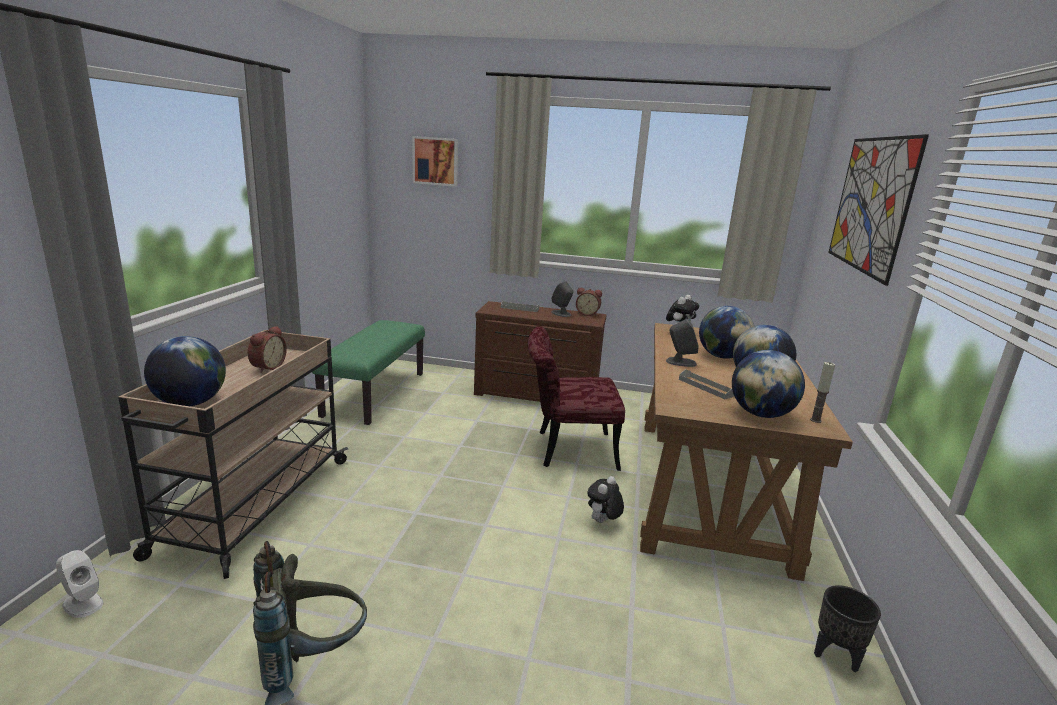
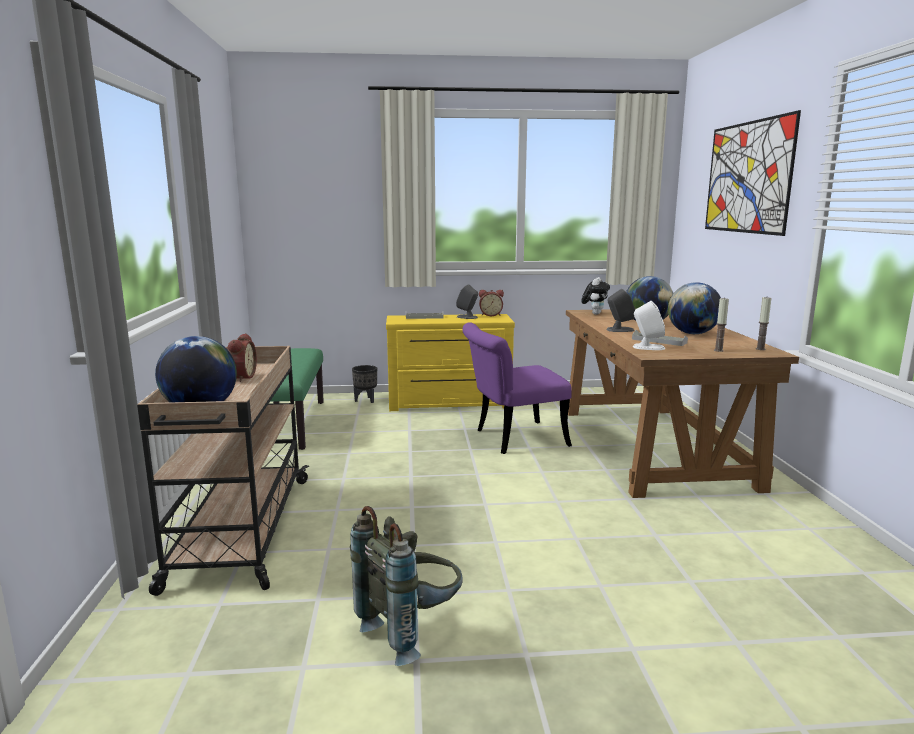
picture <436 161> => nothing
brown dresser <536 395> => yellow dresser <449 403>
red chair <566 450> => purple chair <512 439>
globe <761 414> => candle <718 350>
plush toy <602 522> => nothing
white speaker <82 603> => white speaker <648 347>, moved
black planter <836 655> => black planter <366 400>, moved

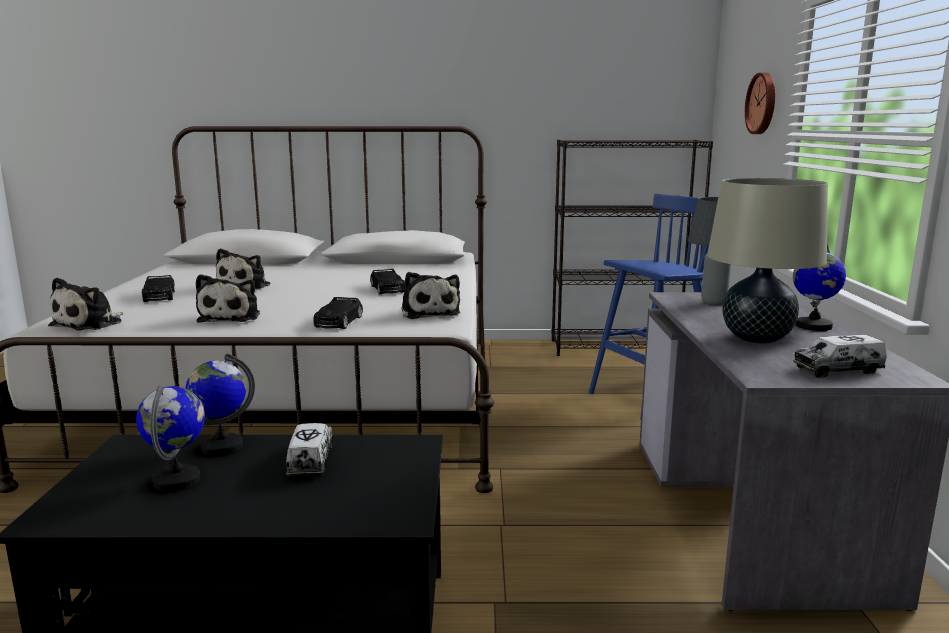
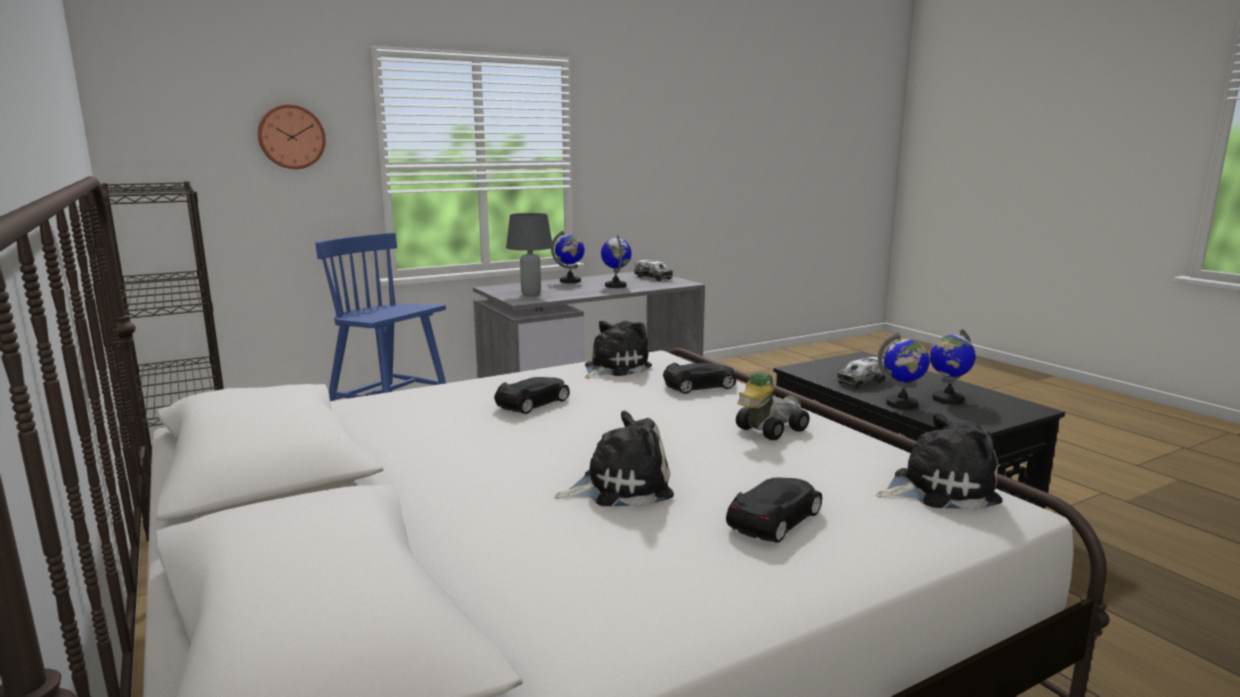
beige table lamp <756 338> => globe <616 286>
plush toy <231 317> => toy car <767 430>

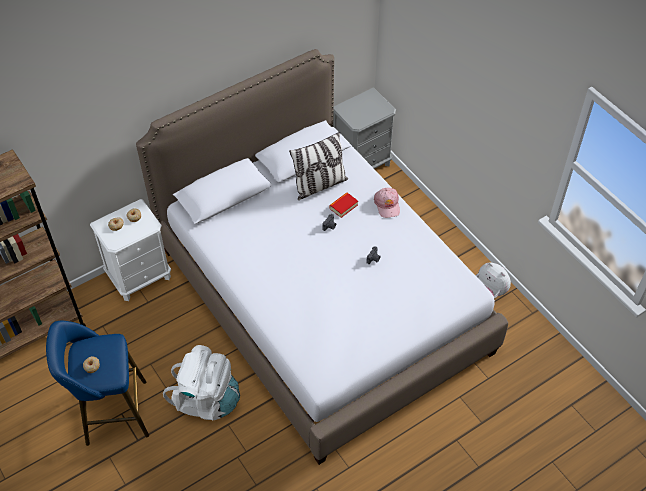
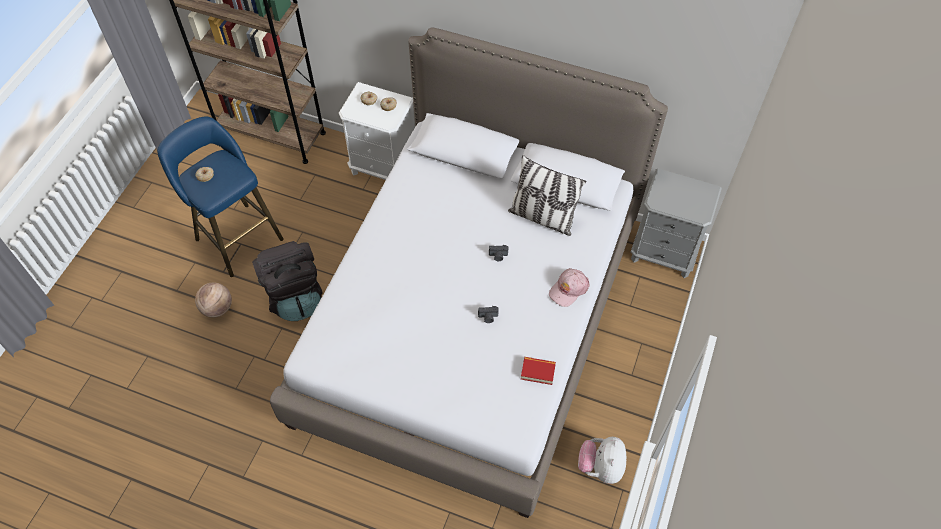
book <343 206> => book <538 372>, moved
white backpack <206 400> => black backpack <295 296>
nothing => basketball <217 308>

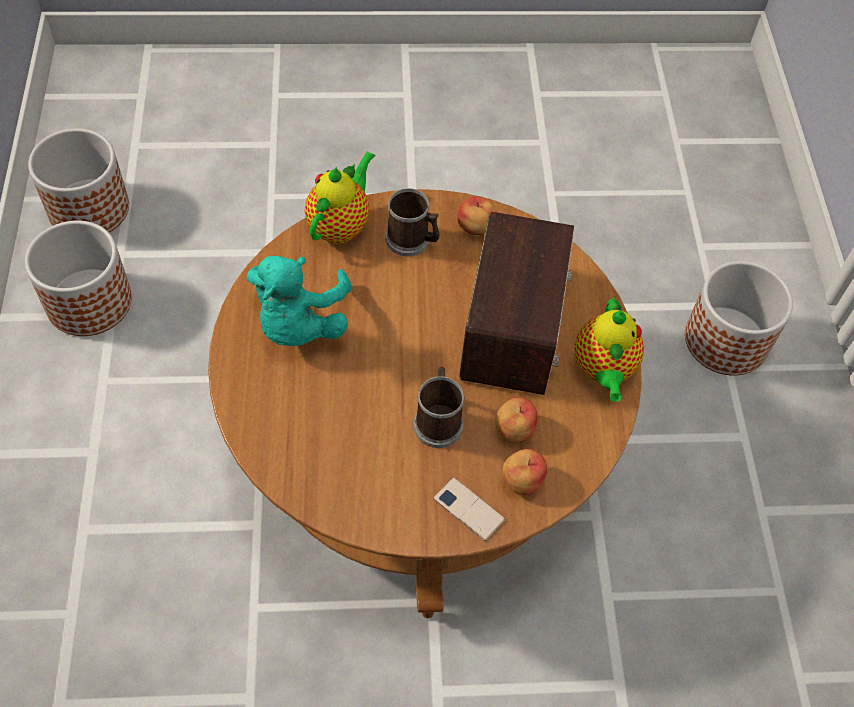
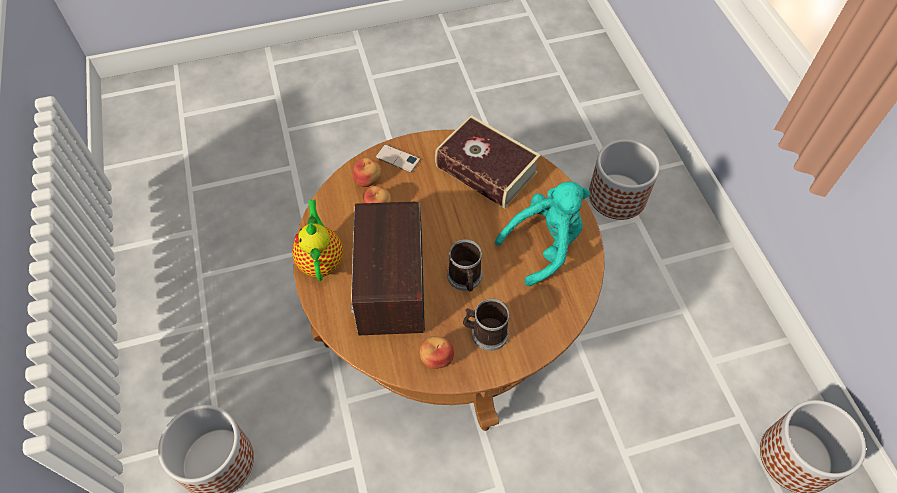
teapot <340 225> => nothing
planter <89 303> => planter <617 196>, moved
turquoise plush toy <298 323> => turquoise plush toy <544 246>, 60 degrees clockwise
mug <438 420> => mug <465 279>, moved
nothing => book <486 169>

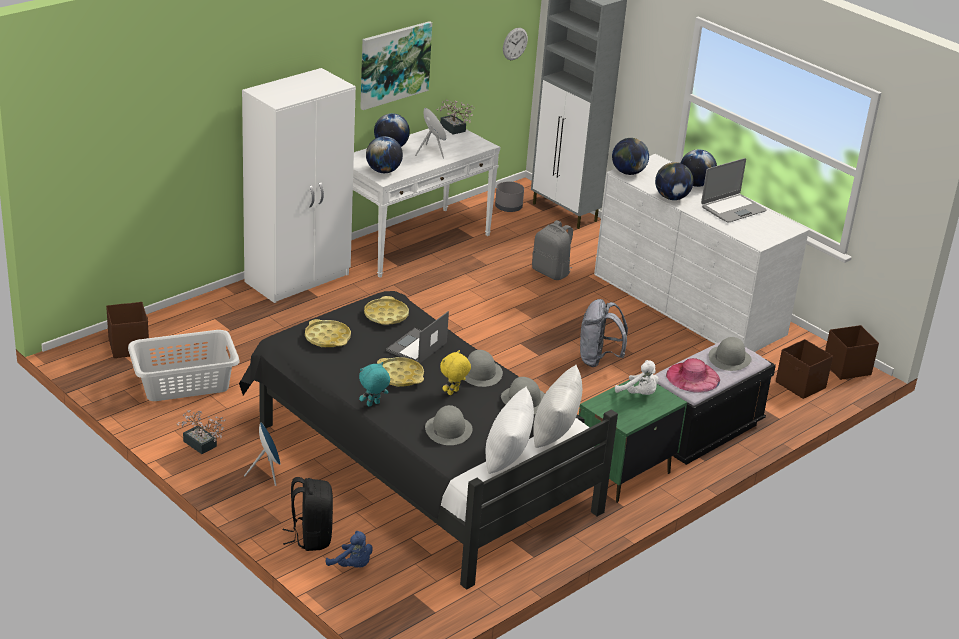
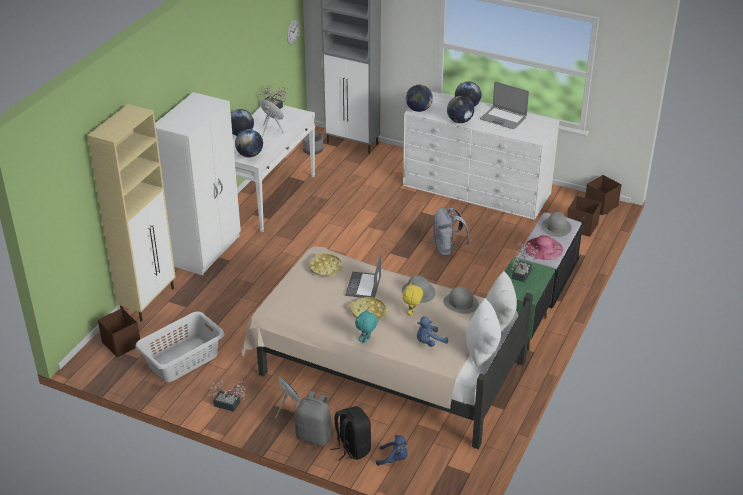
picture <394 64> => nothing
laptop <732 209> => laptop <503 118>, 90 degrees clockwise
grey backpack <551 272> => grey backpack <315 436>, moved
black bed <418 461> => beige bed <384 365>
yellow tray <327 338> => nothing
white plush toy <639 394> => potted plant <522 273>
grey hat <448 429> => blue plush toy <429 342>
nothing => beige cabinet <148 301>

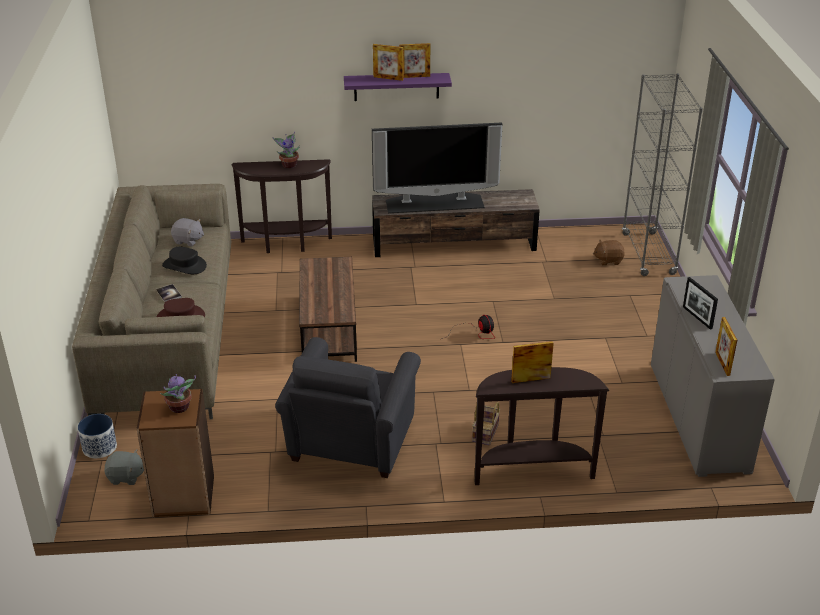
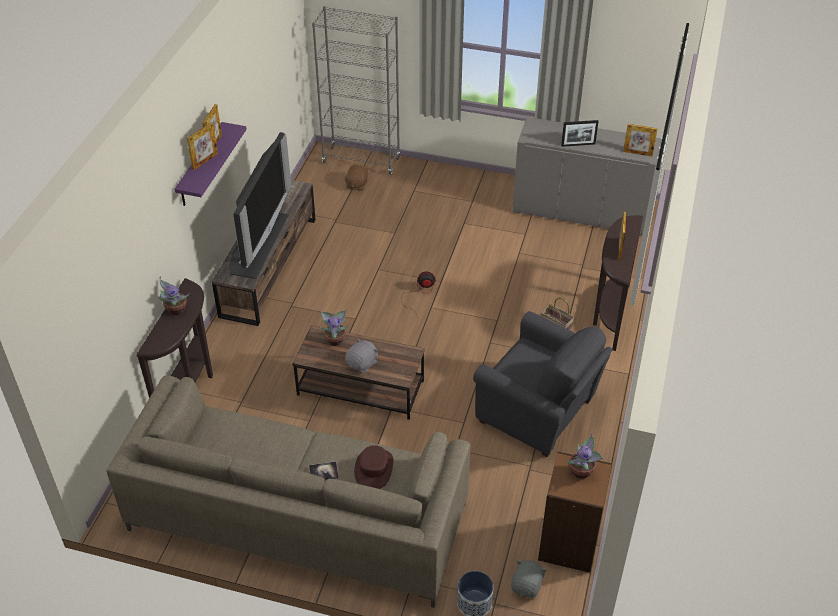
grey plush toy <188 240> => grey plush toy <362 364>, moved
black hat <184 265> => nothing
nothing => potted plant <335 339>

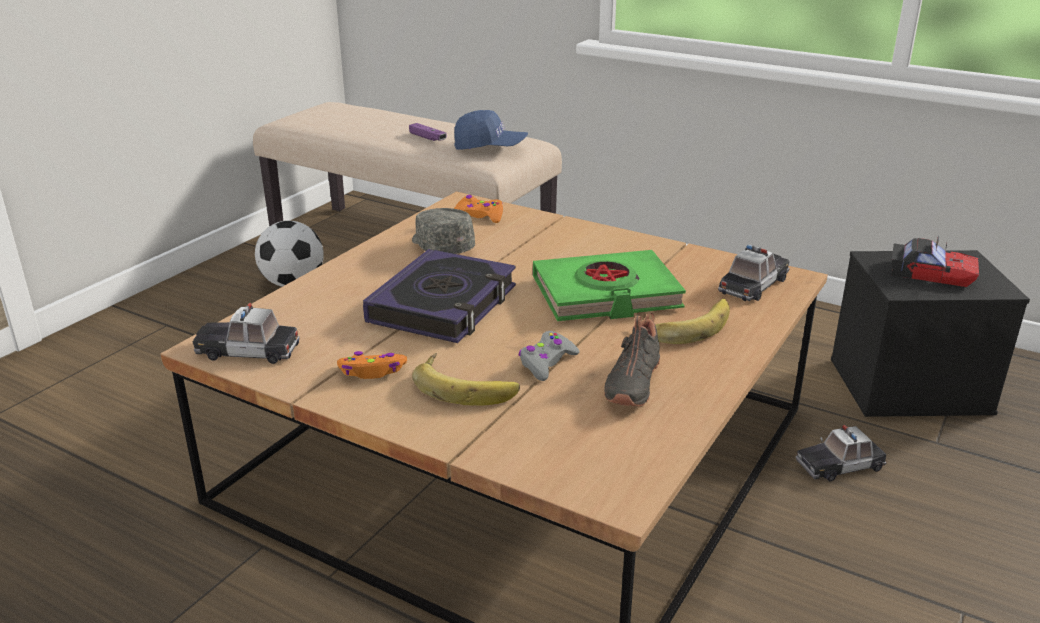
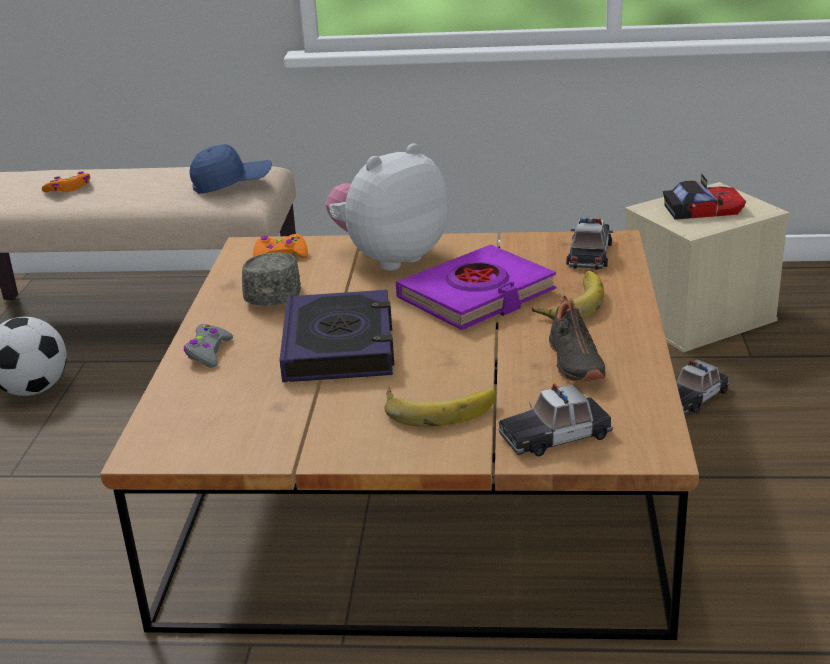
purple game controller <427 138> => nothing
grey cap <441 246> => grey cap <274 293>, 60 degrees clockwise
green book <606 295> => purple book <477 296>
black storage box <908 387> => beige storage box <697 318>
toy car <248 349> => toy car <555 435>, moved
grey game controller <547 363> => grey game controller <208 352>, moved
orange game controller <372 372> => orange game controller <69 189>, moved
nothing => plush toy <390 258>

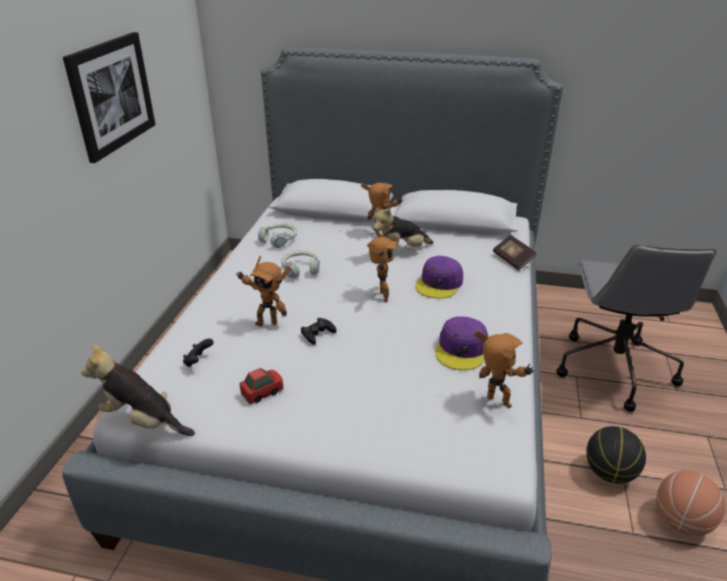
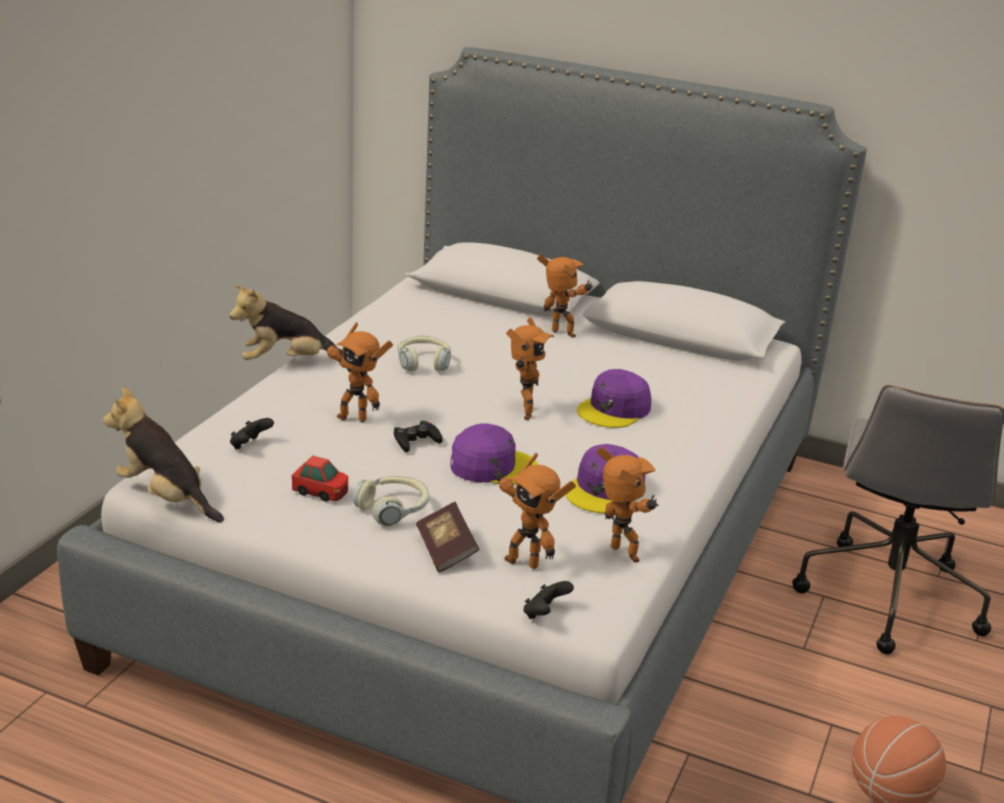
picture <111 95> => nothing
plush toy <400 252> => plush toy <286 362>, moved
headphones <279 240> => headphones <393 509>, moved
book <513 260> => book <446 550>, moved
toy car <263 392> => toy car <321 492>, 45 degrees clockwise
basketball <609 473> => nothing
nothing => purple cap <492 466>
nothing => toy robot <523 561>
nothing => black game controller <544 614>

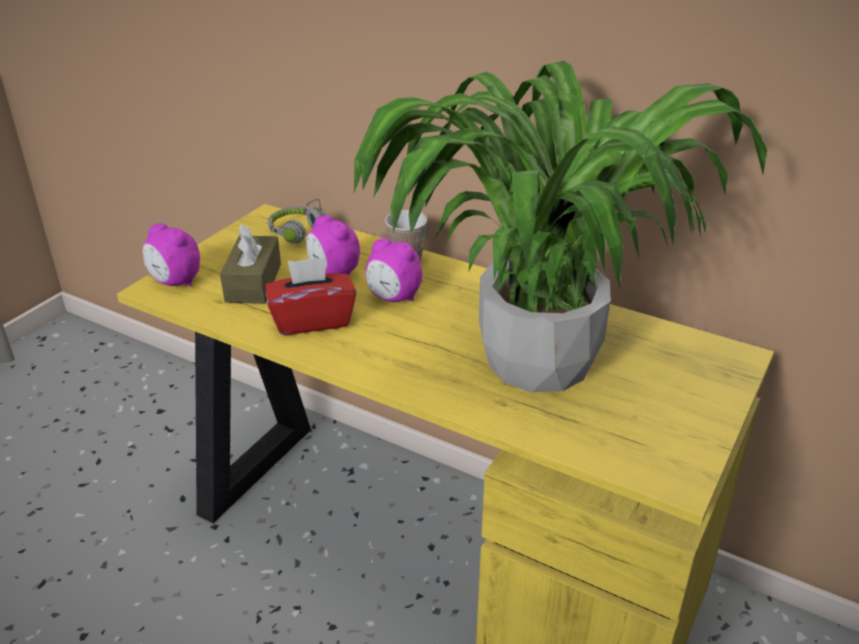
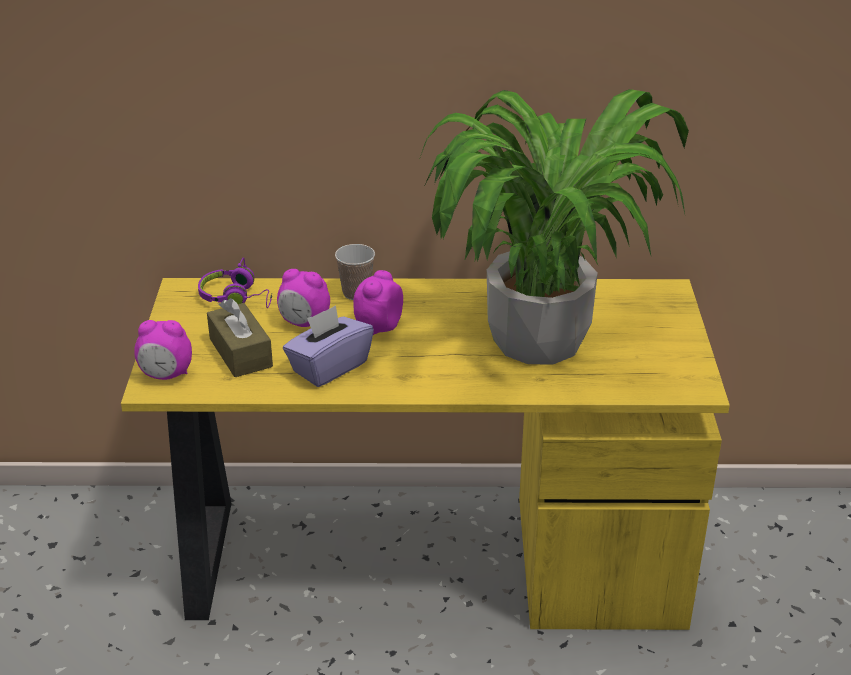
grey headphones <302 236> => purple headphones <237 298>
alarm clock <393 298> => alarm clock <378 327>, 120 degrees clockwise
red tissue box <312 320> => purple tissue box <329 367>

